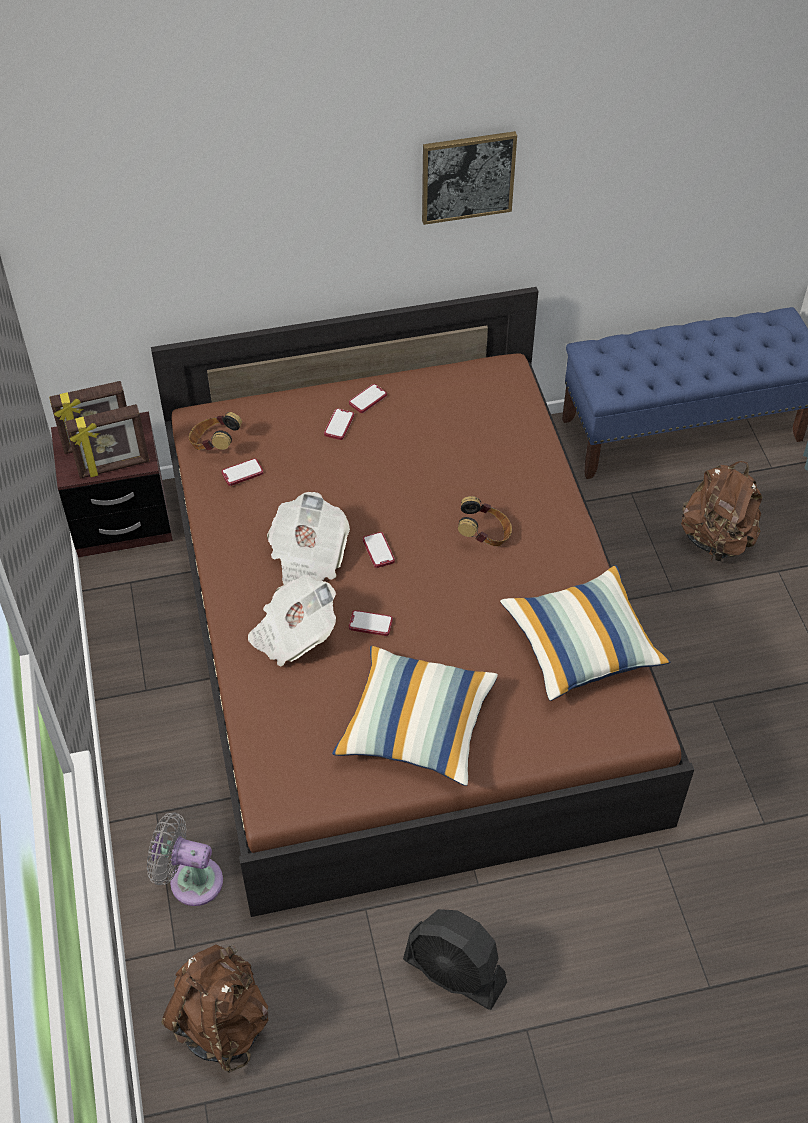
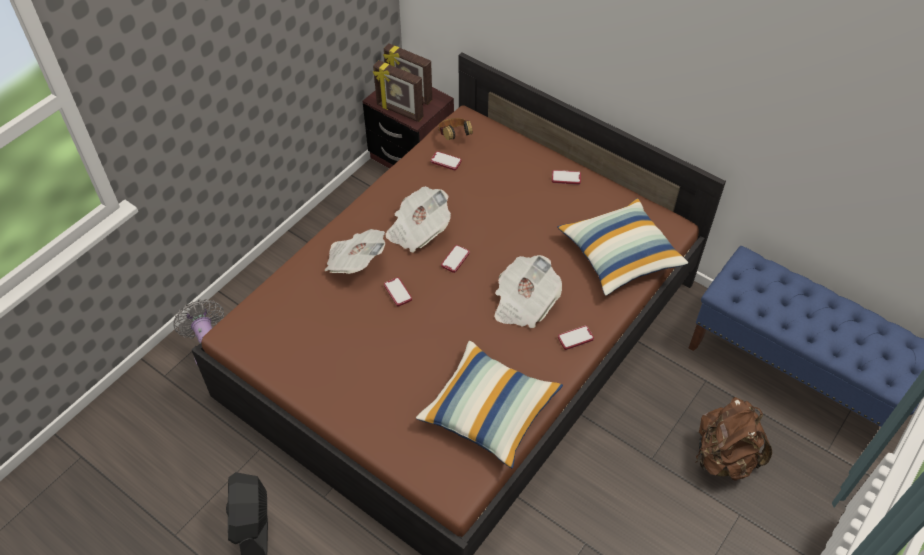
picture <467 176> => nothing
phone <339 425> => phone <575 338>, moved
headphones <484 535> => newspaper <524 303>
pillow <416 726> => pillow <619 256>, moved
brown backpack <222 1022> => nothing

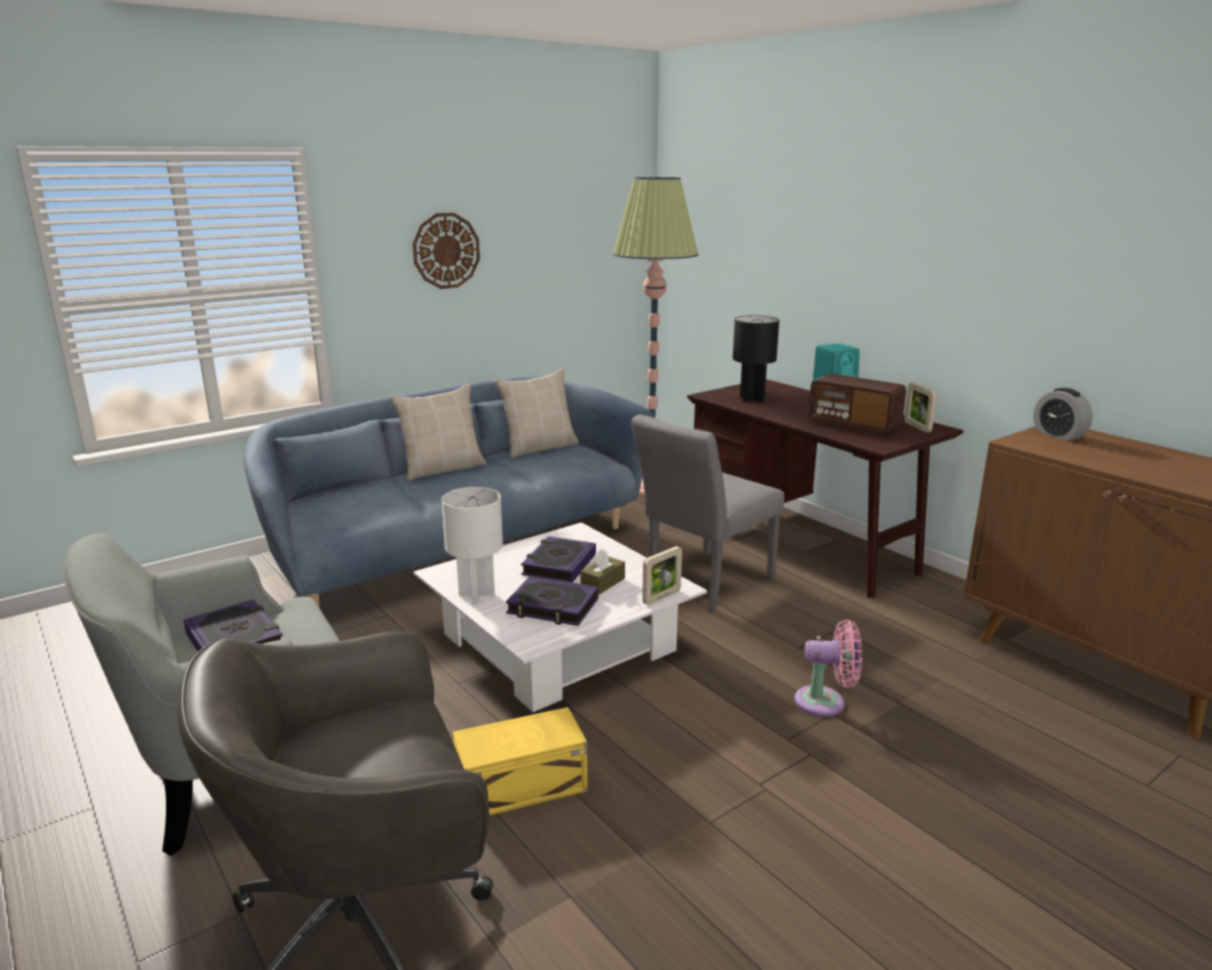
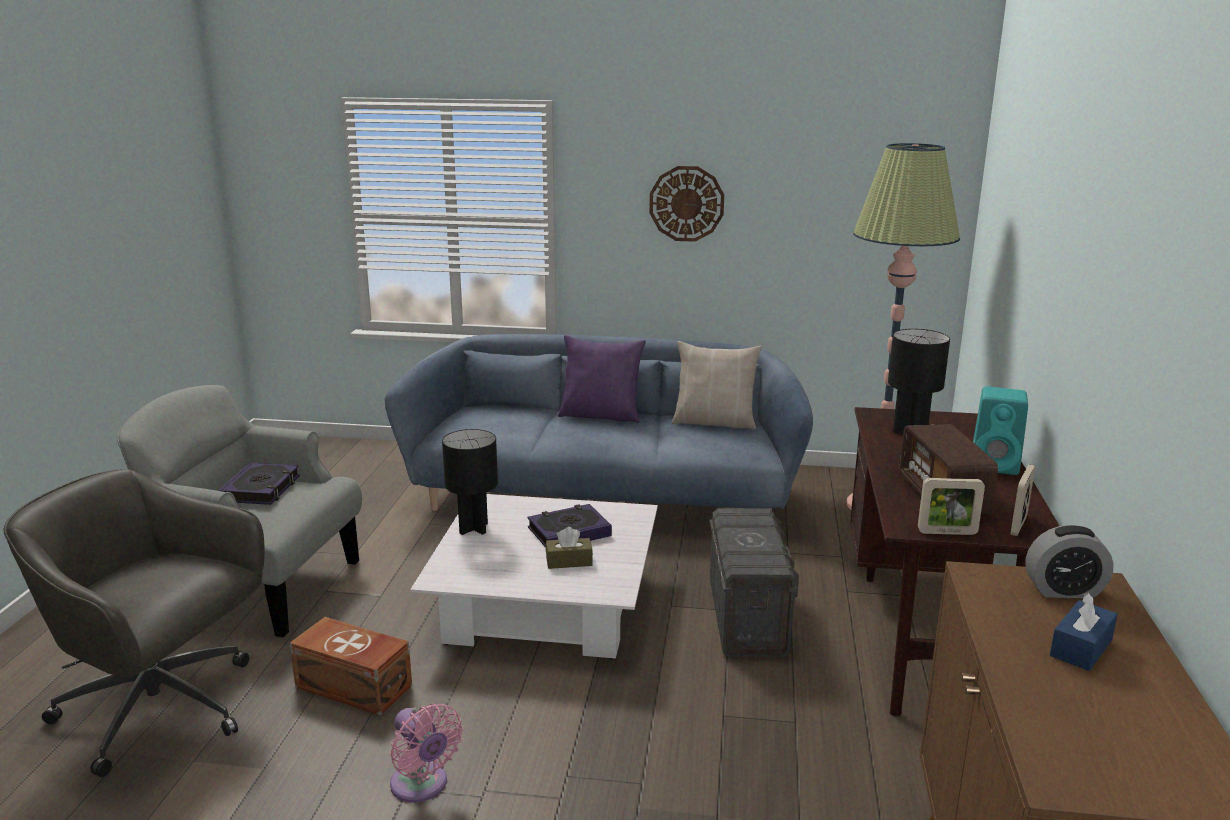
beige pillow <442 469> => purple pillow <601 415>
alarm clock <1058 435> => alarm clock <1063 590>, 105 degrees counterclockwise
grey chair <702 584> => grey storage box <747 617>
white table lamp <476 594> => black table lamp <473 528>
picture frame <661 597> => picture frame <947 532>, moved
book <553 607> => nothing
pink fan <825 702> => pink fan <422 786>, moved
yellow storage box <523 786> => brown storage box <354 687>
nothing => blue tissue box <1081 648>

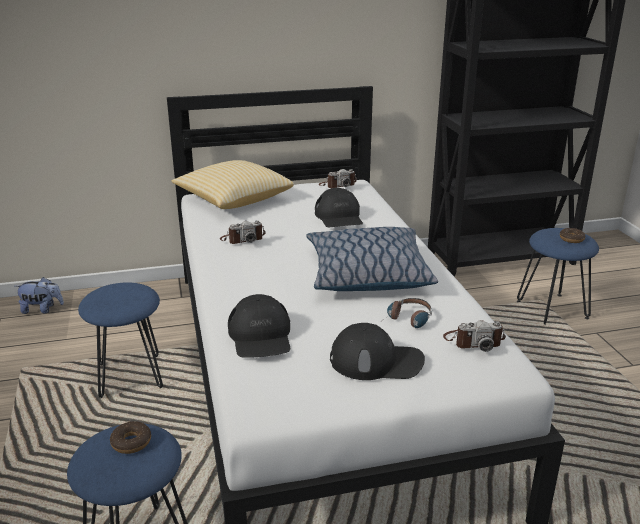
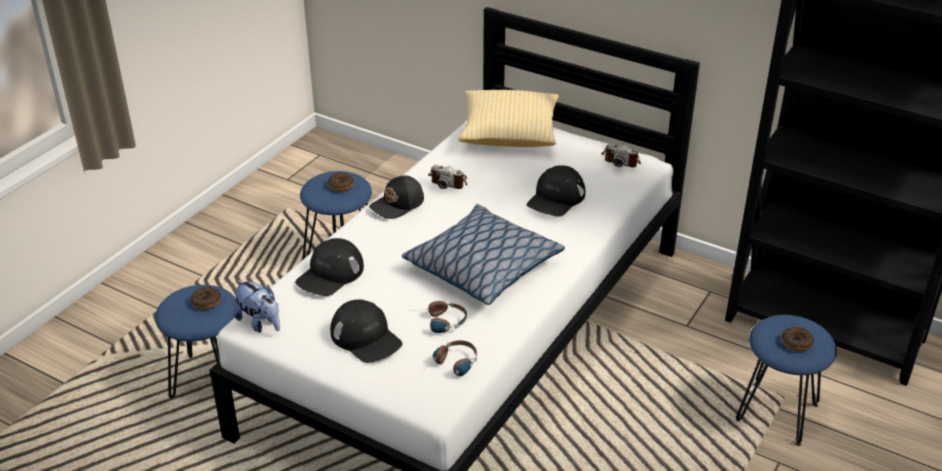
plush toy <42 309> => plush toy <260 323>, moved
photo camera <473 341> => headphones <452 366>
nothing => donut <341 185>
nothing => black cap <398 205>

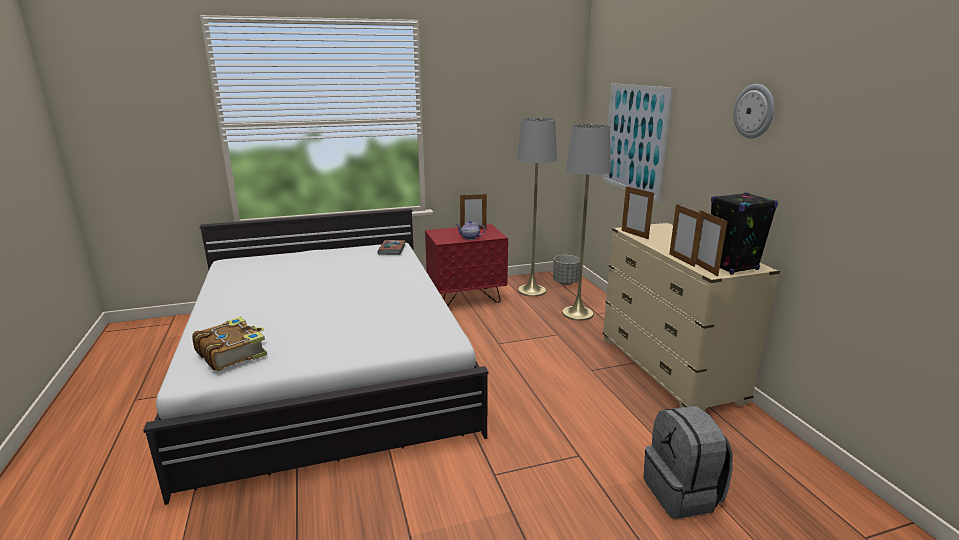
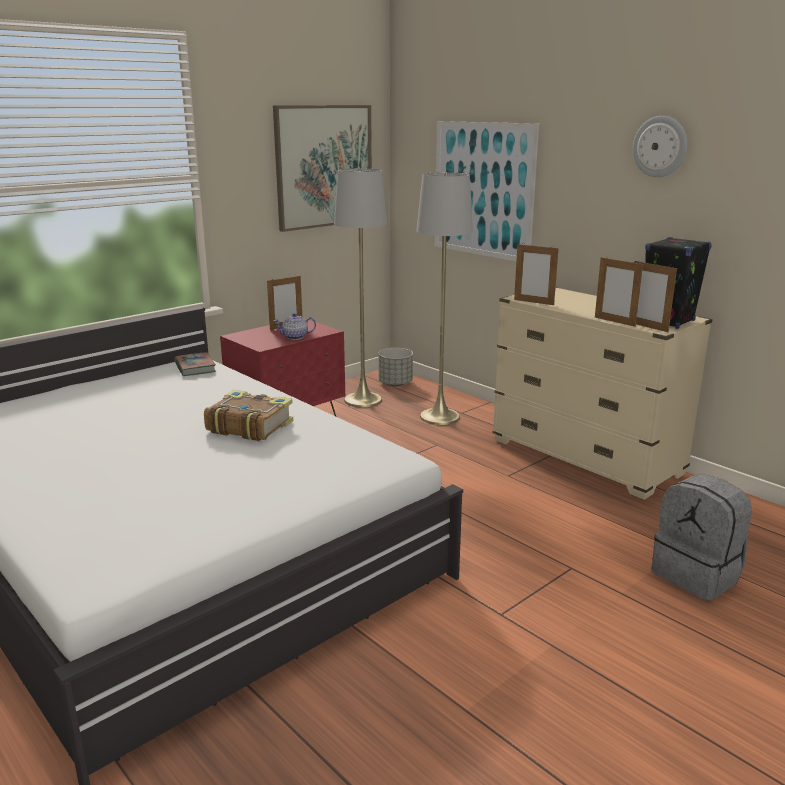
book <232 352> => book <249 426>, moved
nothing => picture <324 166>

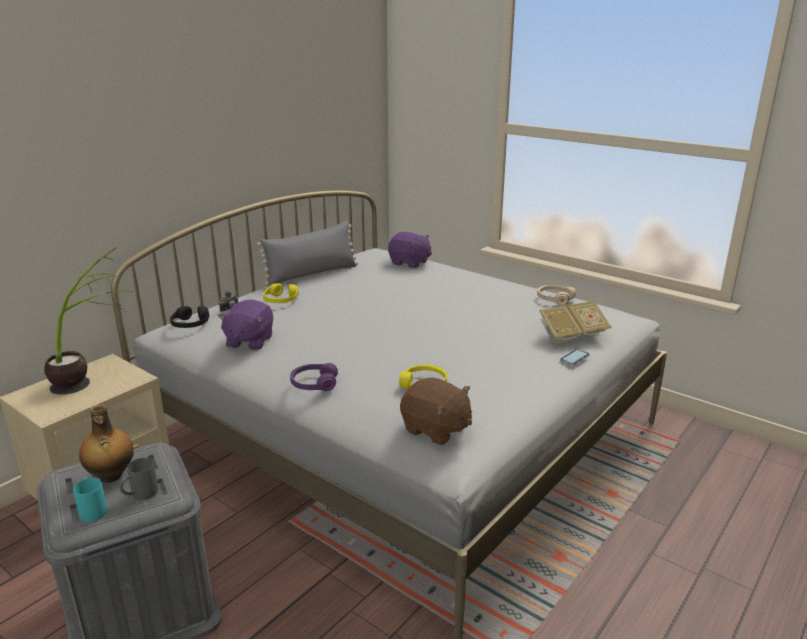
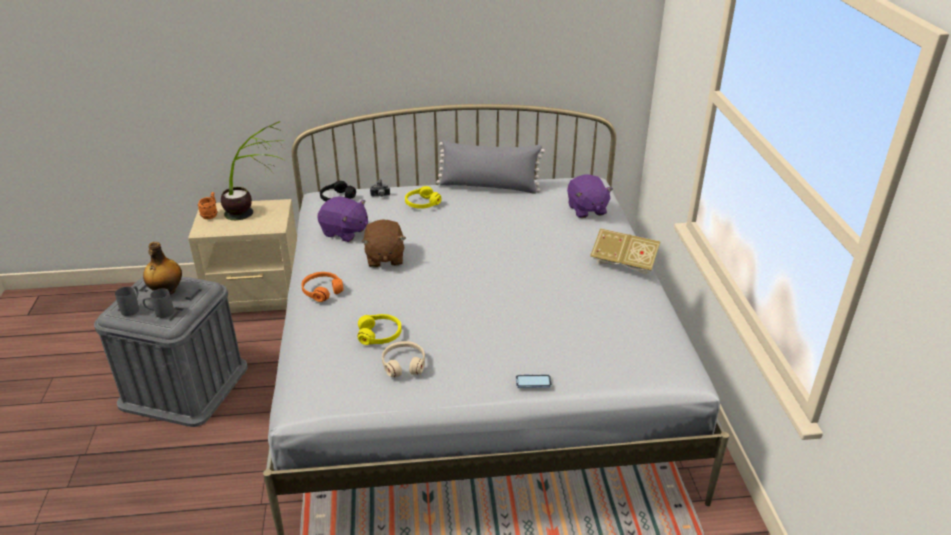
beige headphones <554 299> => beige headphones <403 364>, moved
purple plush toy <249 341> => purple plush toy <344 232>, 120 degrees counterclockwise
book <572 336> => book <623 263>, moved
purple headphones <314 384> => orange headphones <322 291>
brown plush toy <435 429> => brown plush toy <384 258>, moved
turquoise mug <92 510> => grey mug <132 308>
nothing => orange mug <211 215>

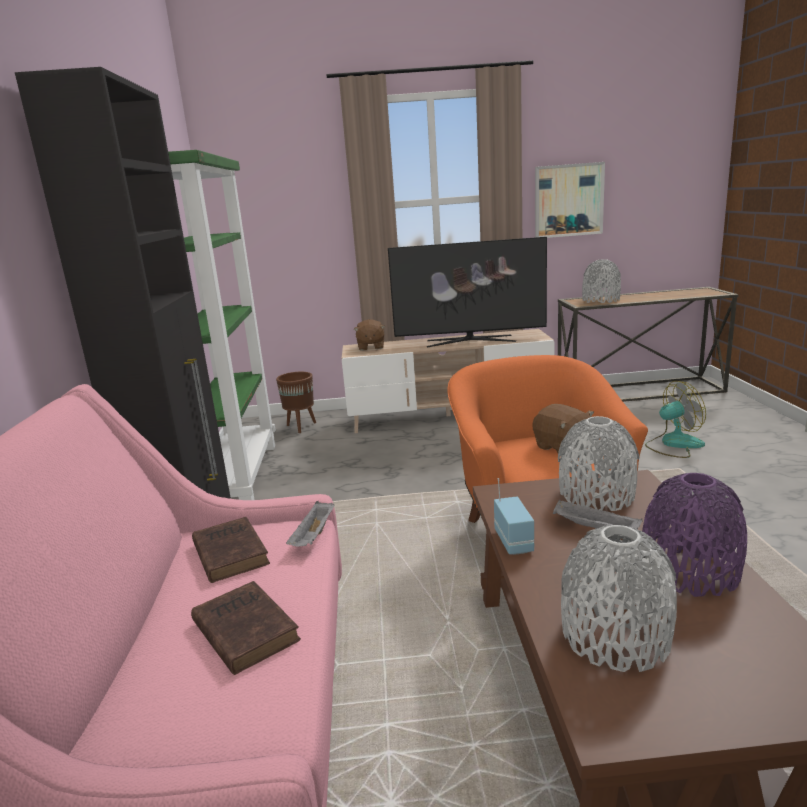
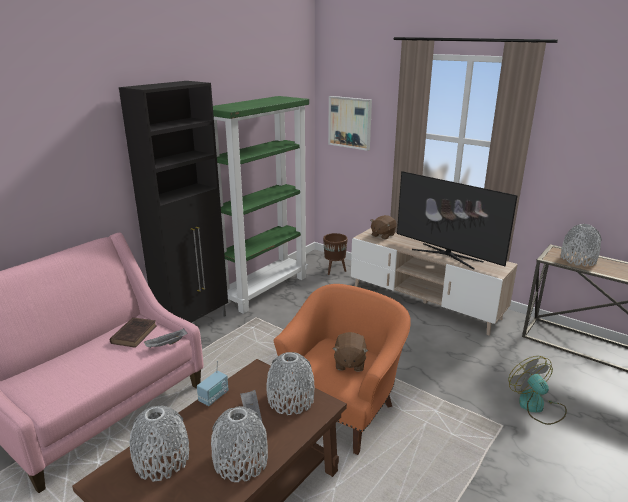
picture <568 200> => picture <350 122>, moved
fan <673 444> => fan <536 407>, 135 degrees counterclockwise
purple vase <689 570> => grey vase <241 461>
brown book <244 630> => nothing

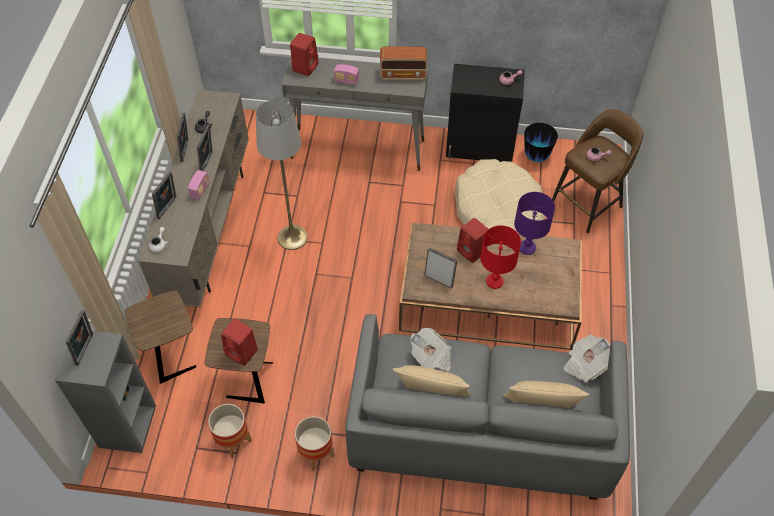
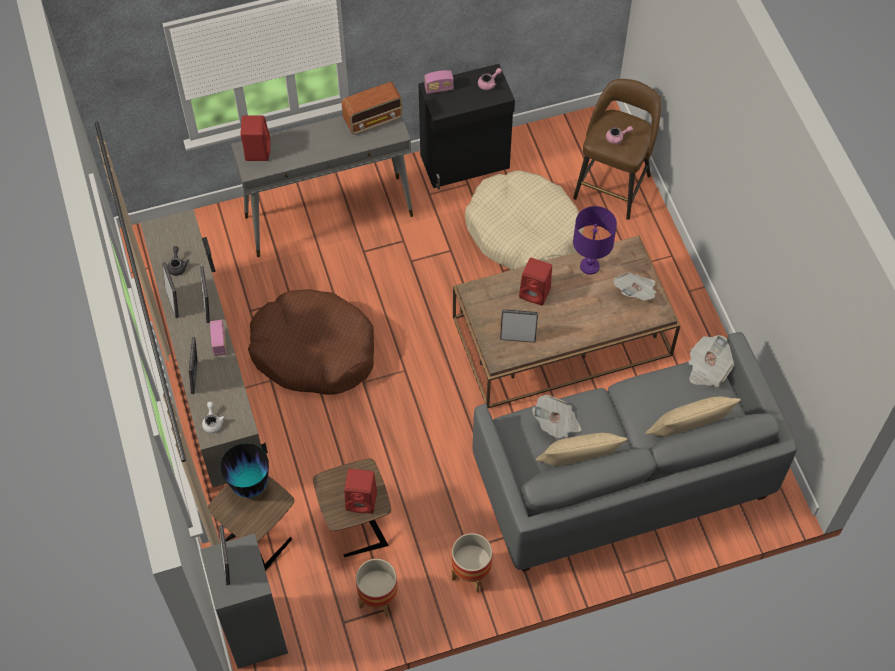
radio <346 81> => radio <439 88>, moved
grey floor lamp <292 237> => brown dog bed <314 351>
vase <536 157> => vase <250 485>, moved
red table lamp <494 281> => nothing
nothing => newspaper <635 292>

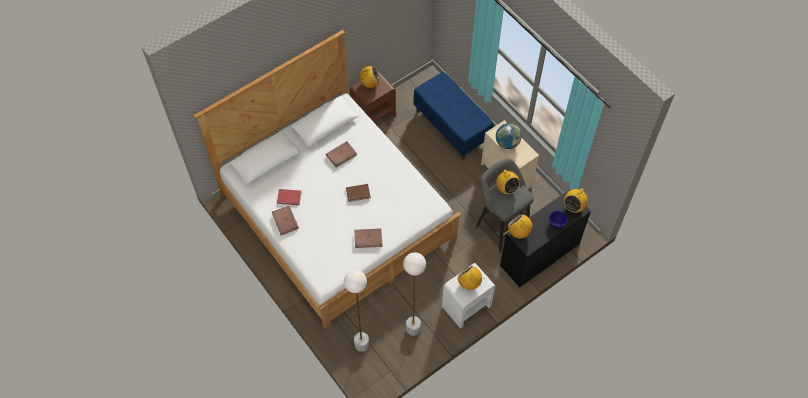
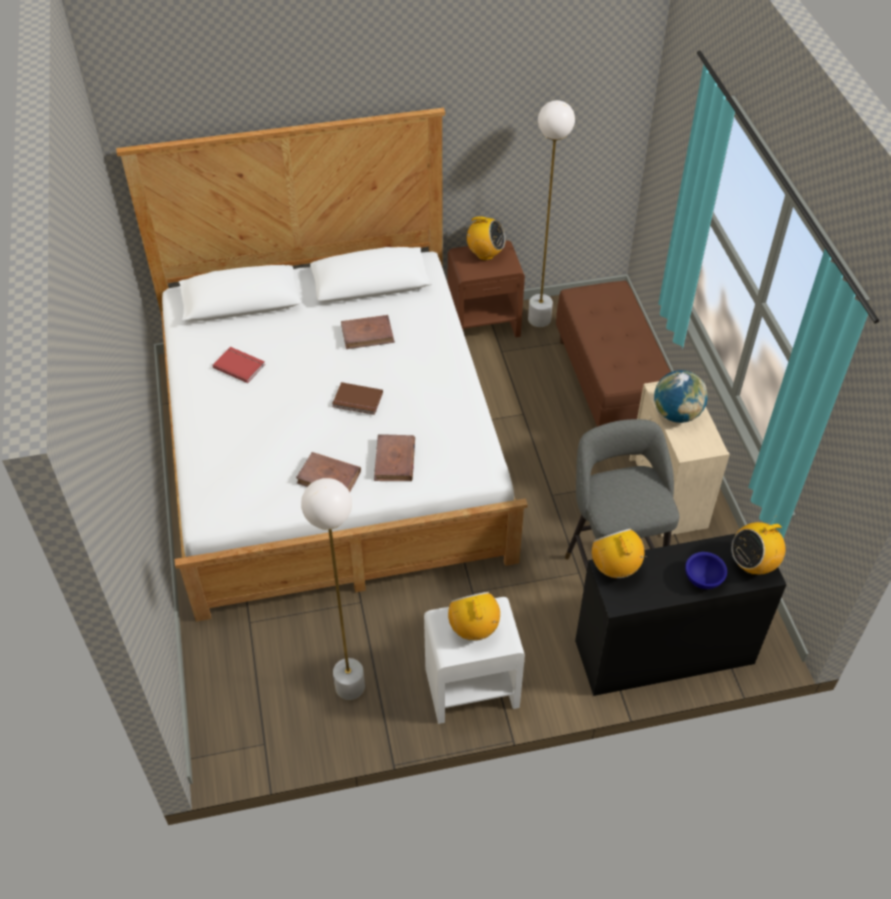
blue bench <452 127> => brown bench <609 385>
radio <506 189> => nothing
brown book <285 221> => brown book <394 460>, moved
white floor lamp <362 344> => white floor lamp <539 319>, moved

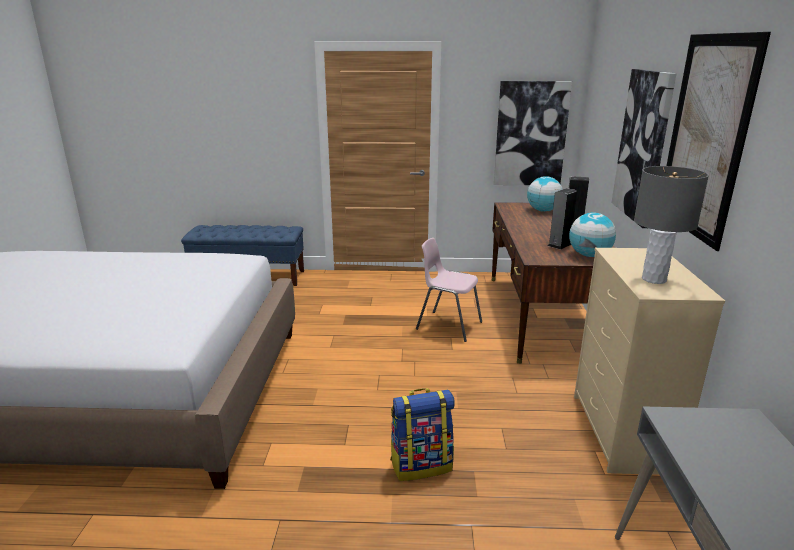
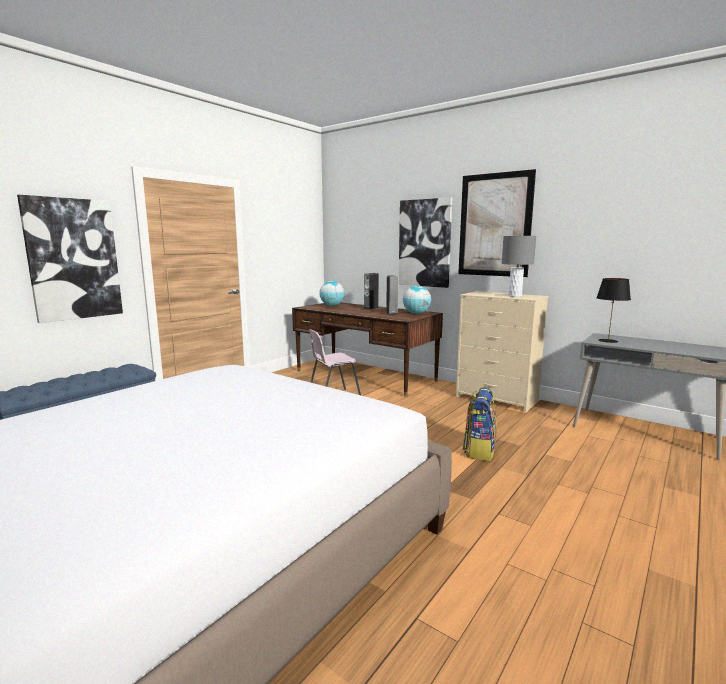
picture <530 134> => picture <73 259>, moved
nothing => black table lamp <608 341>

